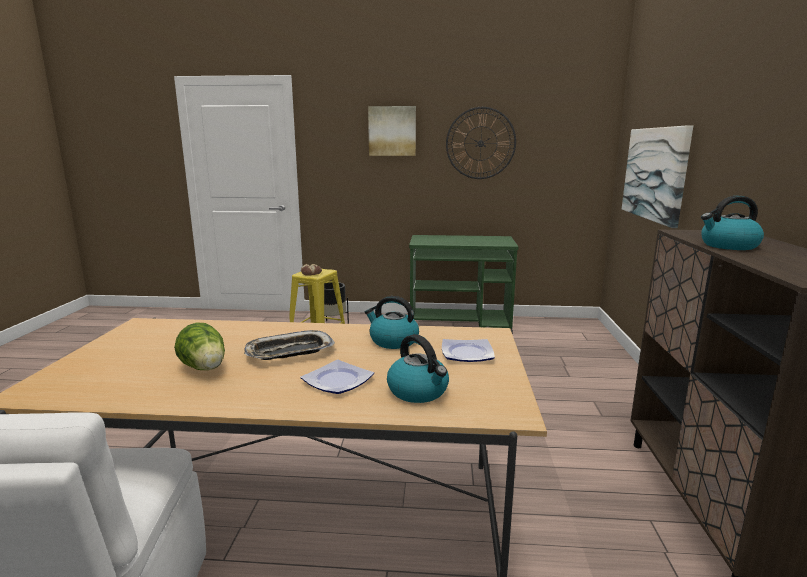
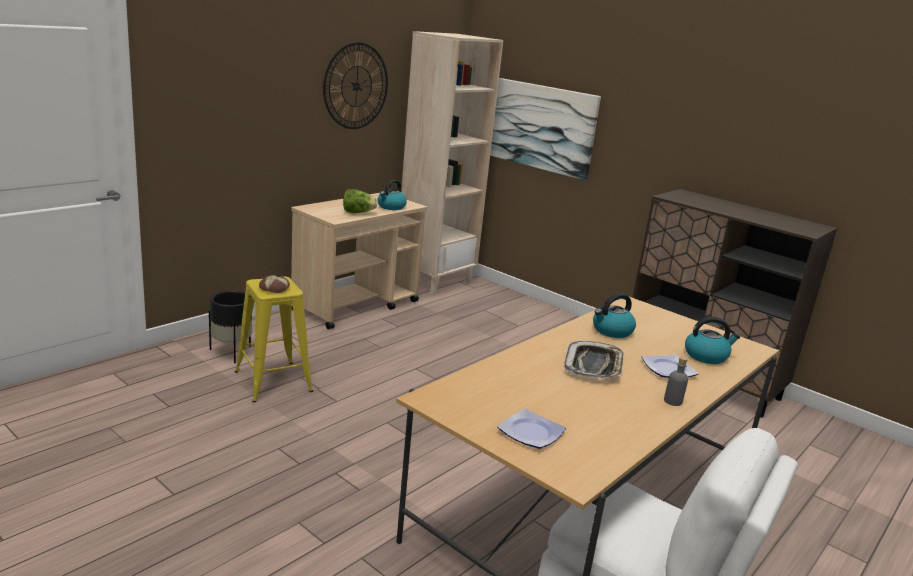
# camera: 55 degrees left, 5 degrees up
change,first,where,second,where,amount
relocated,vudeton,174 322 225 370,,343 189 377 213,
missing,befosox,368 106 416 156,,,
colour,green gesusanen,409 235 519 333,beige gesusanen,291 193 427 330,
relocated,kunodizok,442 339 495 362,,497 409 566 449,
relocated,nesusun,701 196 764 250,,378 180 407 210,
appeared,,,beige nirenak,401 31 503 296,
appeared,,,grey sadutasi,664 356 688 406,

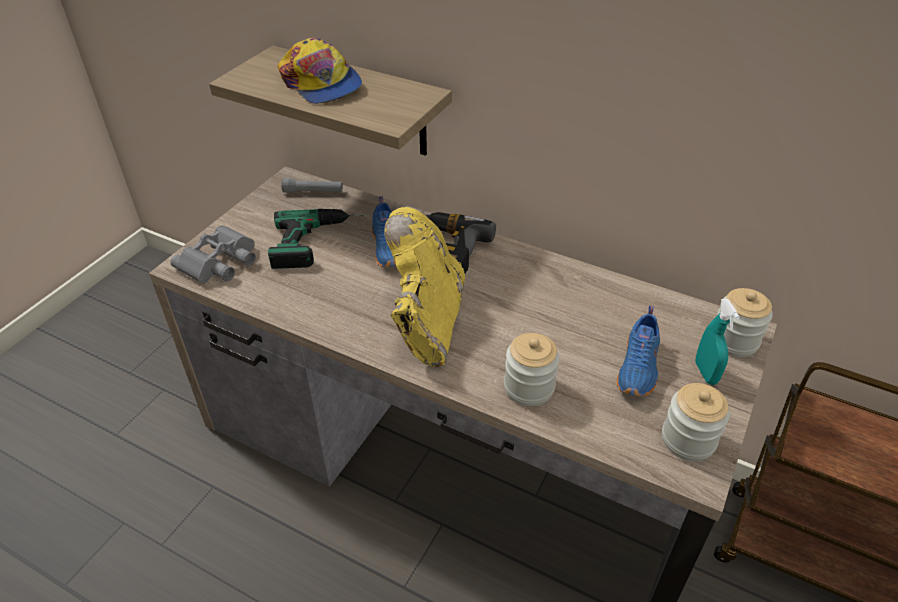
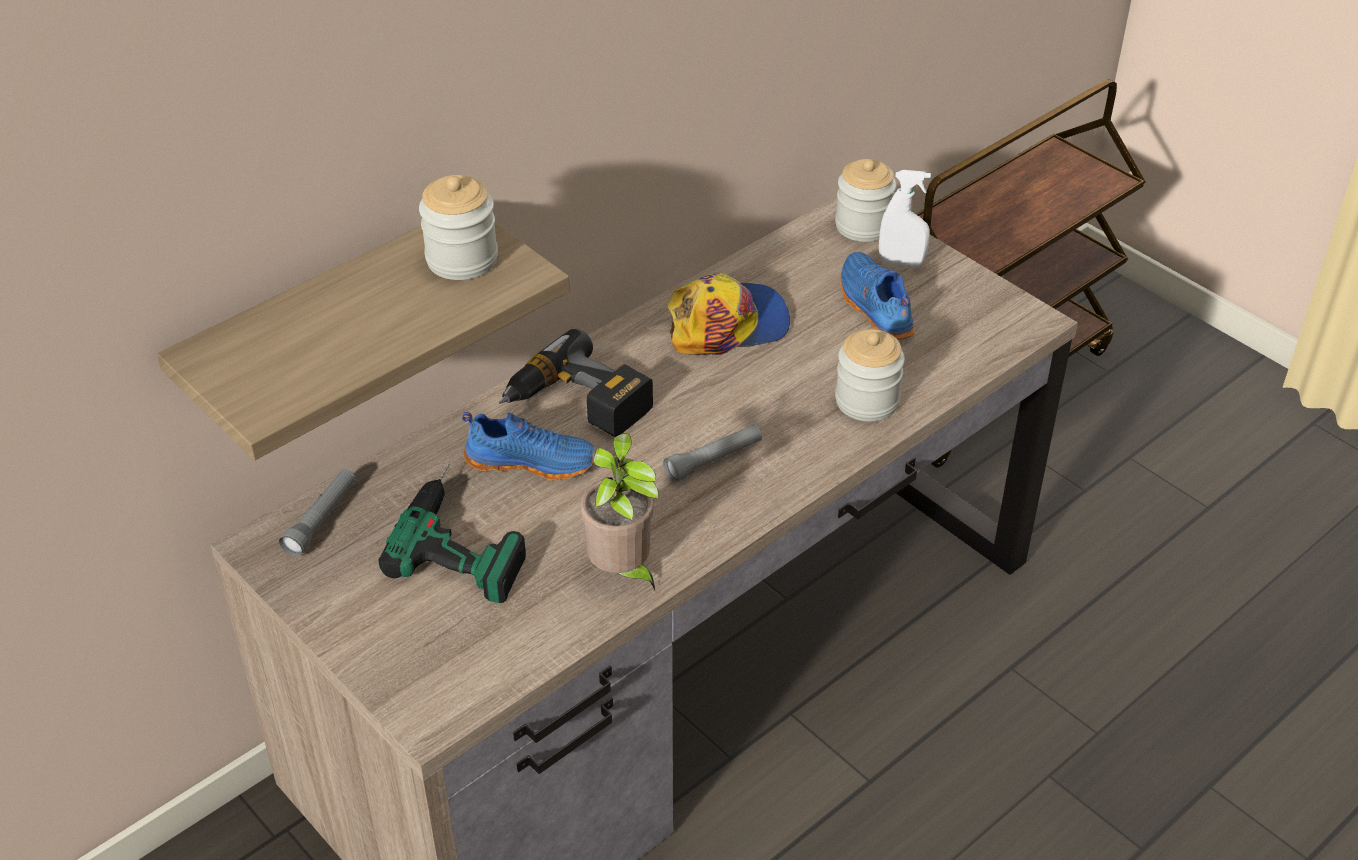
# camera: 70 degrees left, 0 degrees up
change,first,where,second,where,amount
missing,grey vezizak,170 225 256 284,,,
relocated,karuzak,278 38 362 104,,667 273 790 355,
exchanged,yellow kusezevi,384 207 465 367,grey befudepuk,663 424 762 482,
spun,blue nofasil,617 306 660 396,,840 252 915 340,150 degrees counterclockwise
relocated,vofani,662 383 730 461,,419 175 498 280,
colour,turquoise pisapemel,695 299 740 385,white pisapemel,879 170 931 268,
appeared,,,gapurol,580 434 659 590,

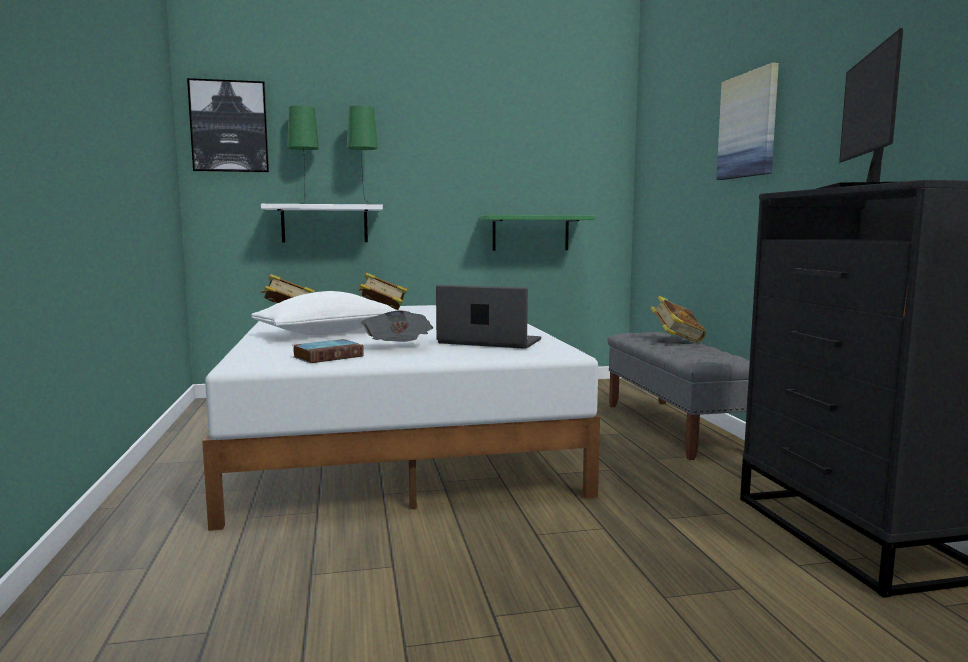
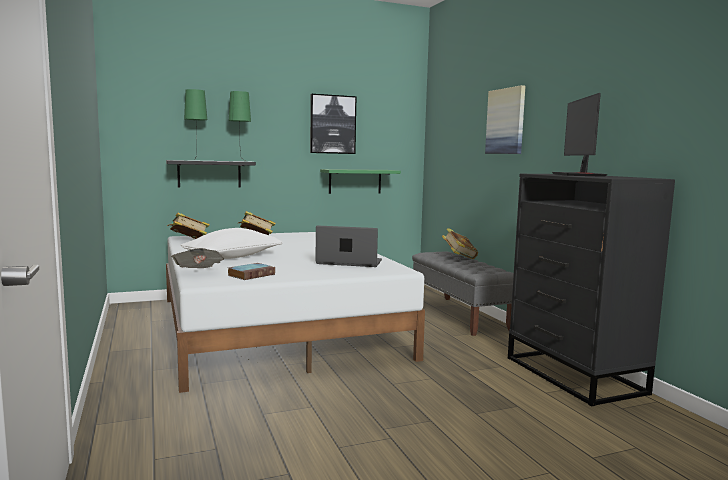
# camera: 10 degrees left, 0 degrees up
change,first,where,second,where,amount
relocated,befosox,187 78 269 173,,310 94 356 154,
colour,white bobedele,261 204 383 243,black bobedele,166 160 256 188,
relocated,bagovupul,361 310 433 342,,171 248 224 268,

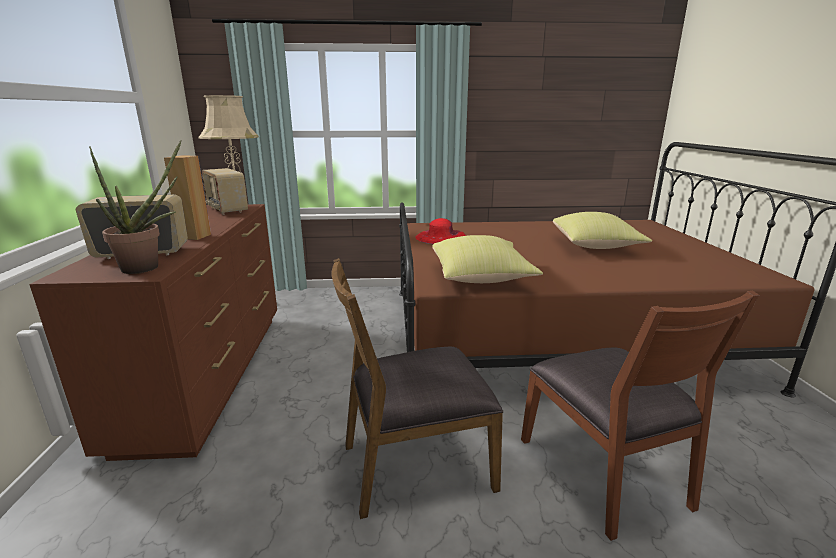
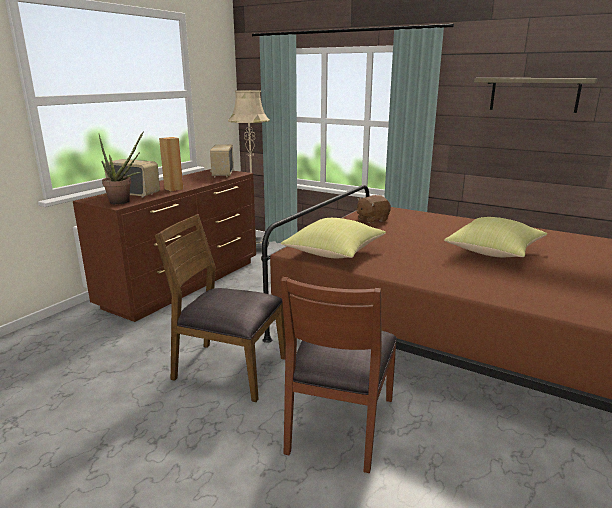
# camera: 35 degrees right, 0 degrees up
change,first,where,second,where,amount
exchanged,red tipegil,416 218 466 244,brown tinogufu,356 195 391 223,
appeared,,,bobedele,474 78 598 113,

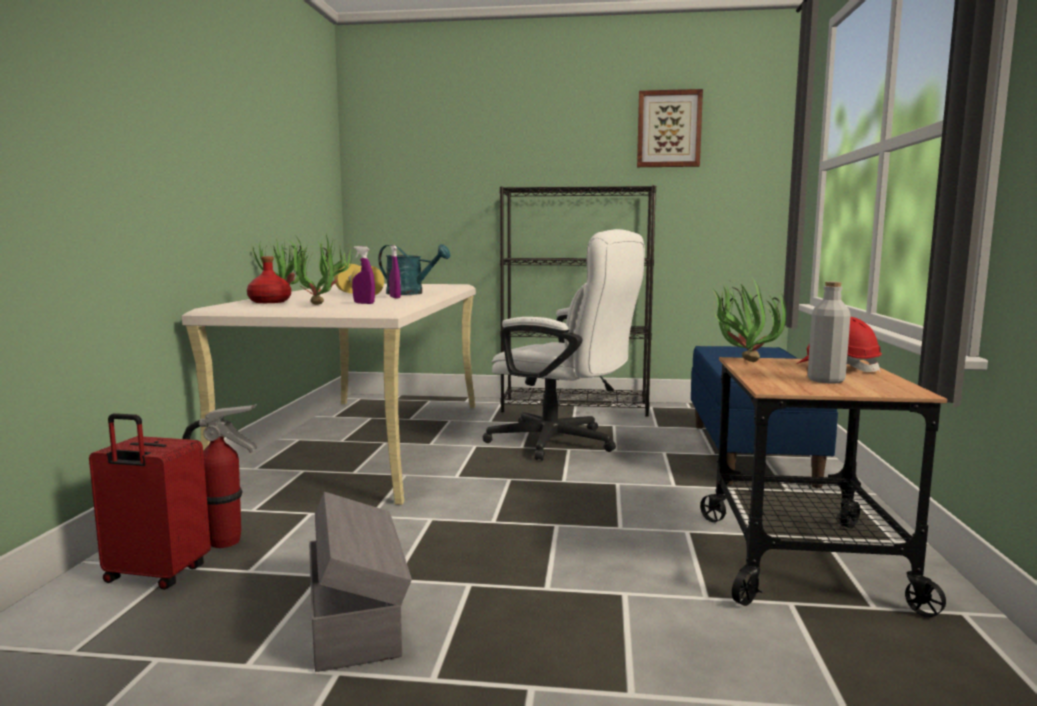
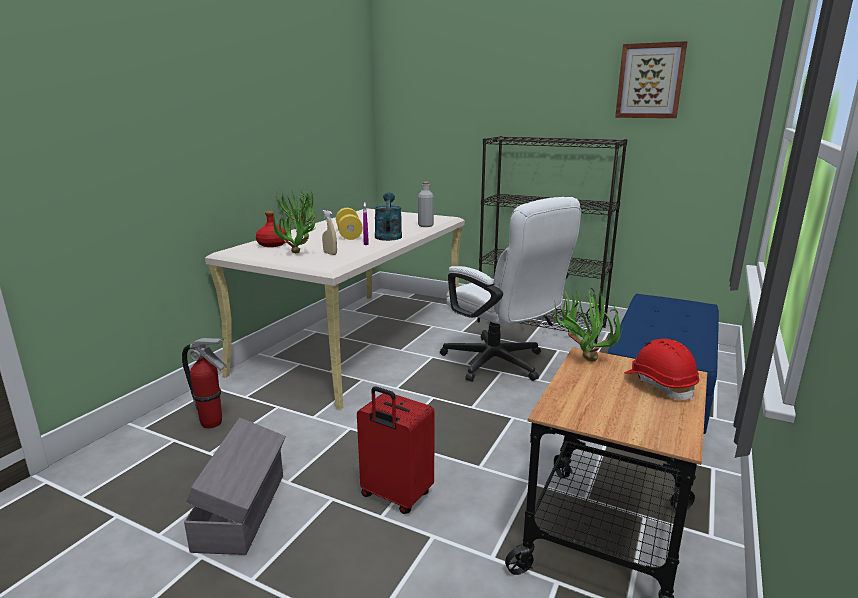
# camera: 20 degrees right, 10 degrees up
change,first,where,second,where,amount
relocated,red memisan,89 413 211 590,,357 386 435 514,
colour,purple pisapemel,352 246 375 304,beige pisapemel,322 210 337 255,
spun,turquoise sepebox,378 244 451 295,,375 193 402 241,135 degrees counterclockwise
relocated,grey sadutasi,808 282 851 383,,418 182 434 227,

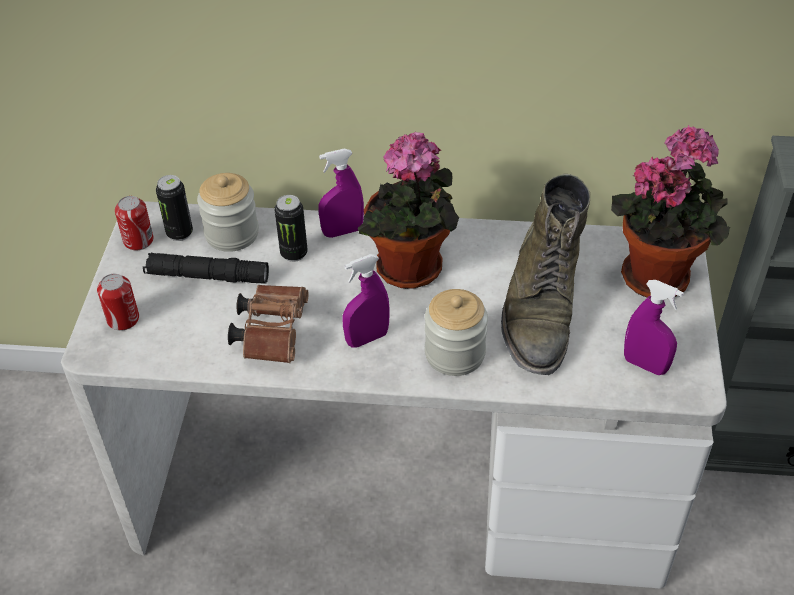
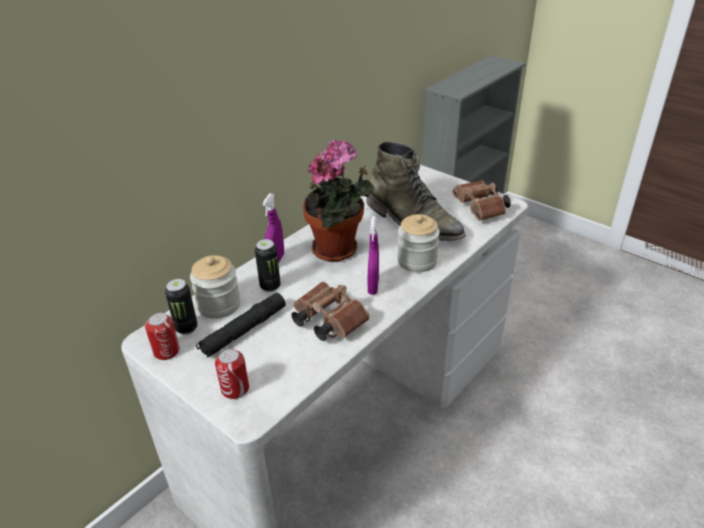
# camera: 55 degrees left, 10 degrees down
change,first,where,second,where,amount
missing,gapurol,611 125 730 299,,,
exchanged,purple pisapemel,624 280 684 375,brown vezizak,452 180 511 221,

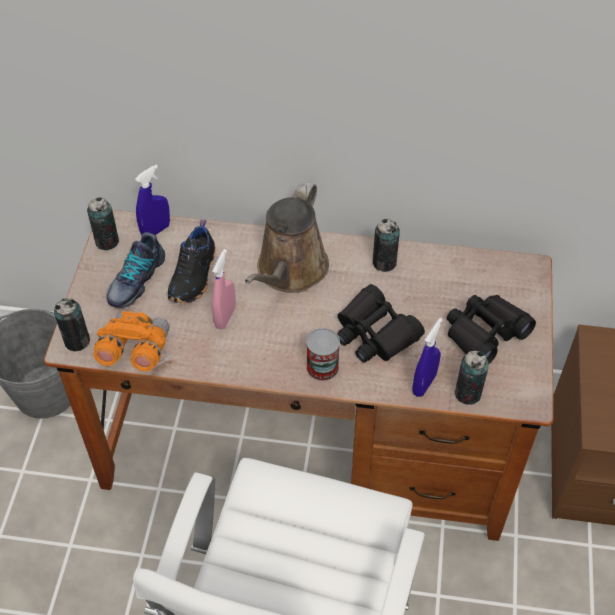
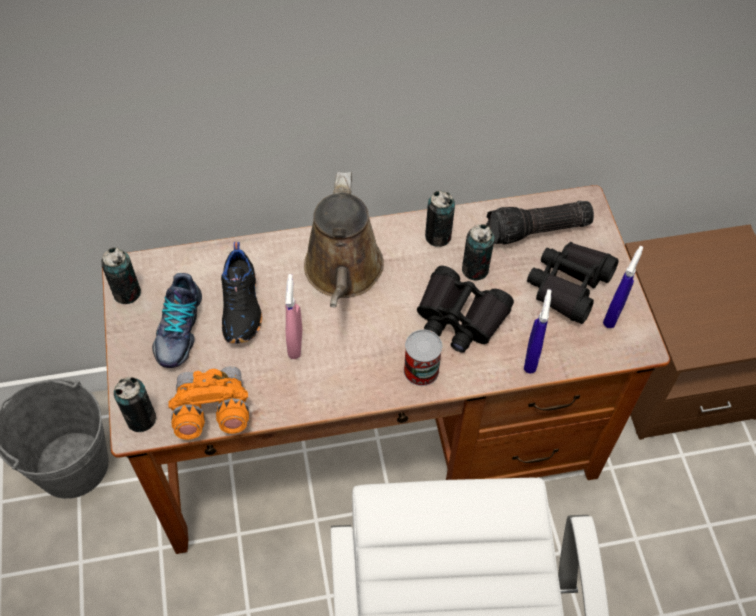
# camera: 20 degrees left, 5 degrees up
change,first,where,second,where,amount
relocated,blue pisapemel,135 164 170 235,,603 246 644 328,
relocated,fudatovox,454 351 489 405,,462 224 494 281,
appeared,,,befudepuk,486 201 594 245,

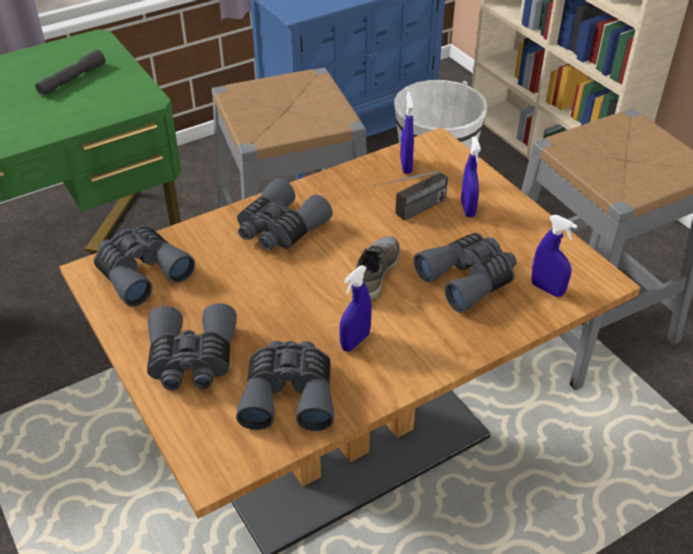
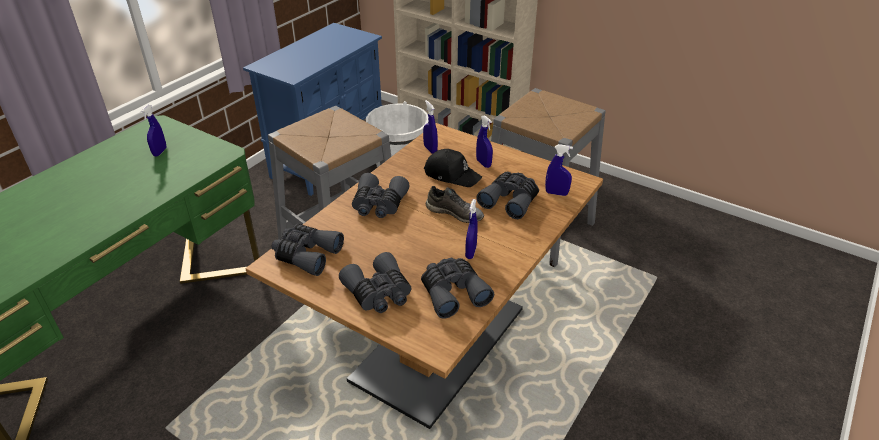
# camera: 25 degrees left, 5 degrees down
change,first,where,second,where,amount
exchanged,grey befudepuk,35 49 106 96,blue pisapemel,141 105 167 156,
spun,grey nofasil,352 236 400 301,,426 186 484 223,120 degrees clockwise
exchanged,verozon,373 171 448 221,black karuzak,424 149 482 187,

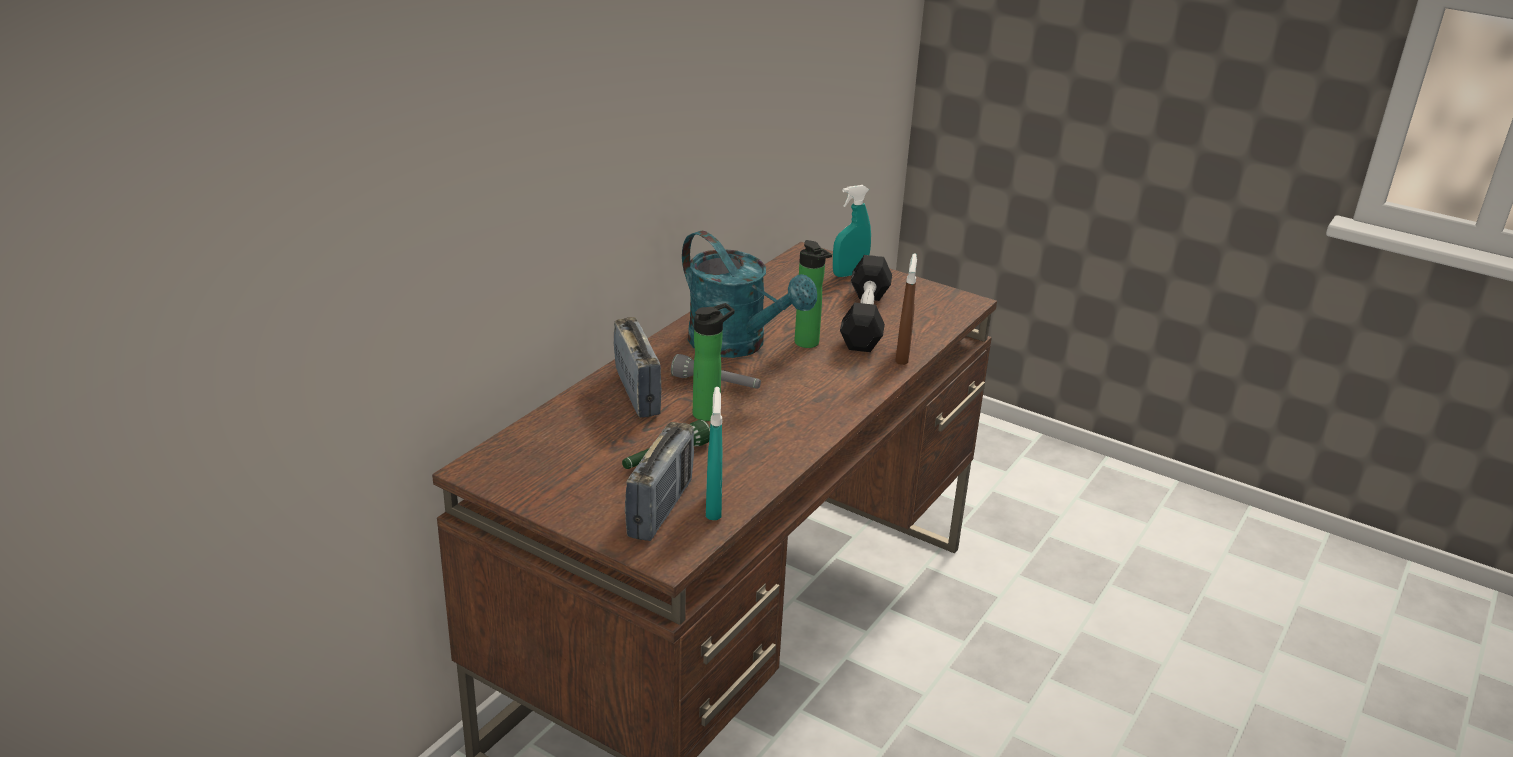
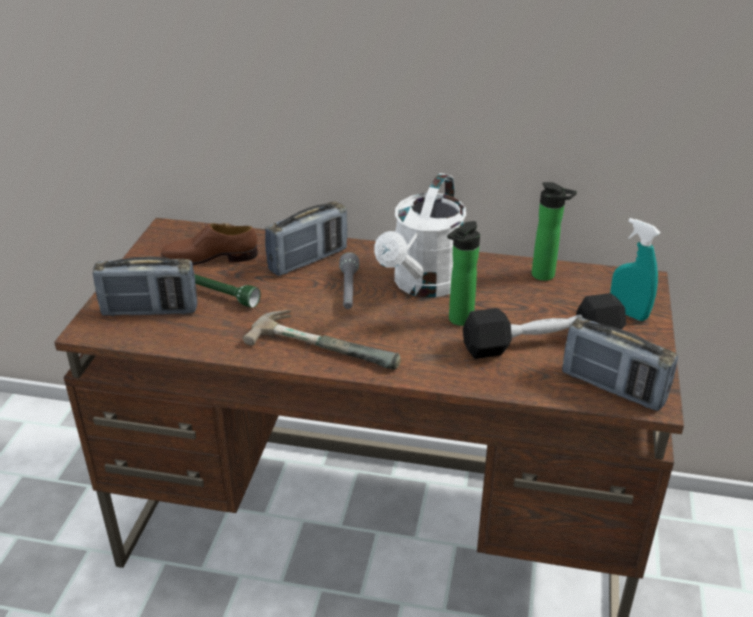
# camera: 70 degrees right, 5 degrees up
change,first,where,second,where,amount
colour,turquoise sepebox,682 231 817 358,white sepebox,374 173 466 298,
relocated,sadutasi,693 303 735 421,,532 182 577 281,
missing,turquoise pisapemel,706 387 722 520,,,
missing,brown pisapemel,895 253 917 365,,,
appeared,,,brown nofasil,161 223 258 265,
appeared,,,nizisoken,243 310 401 370,
appeared,,,verozon,562 317 678 411,

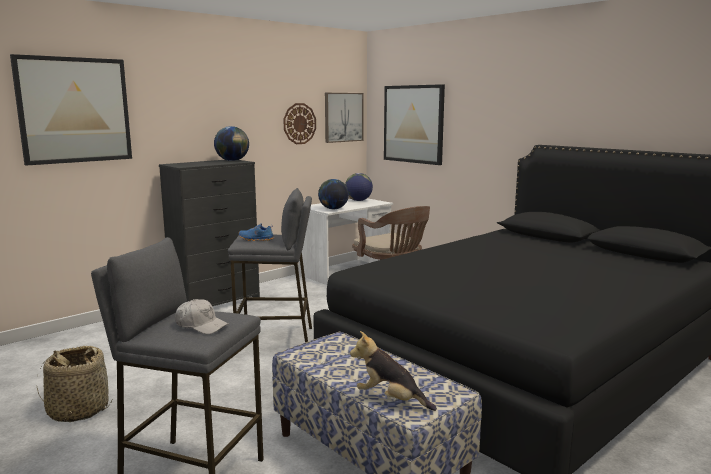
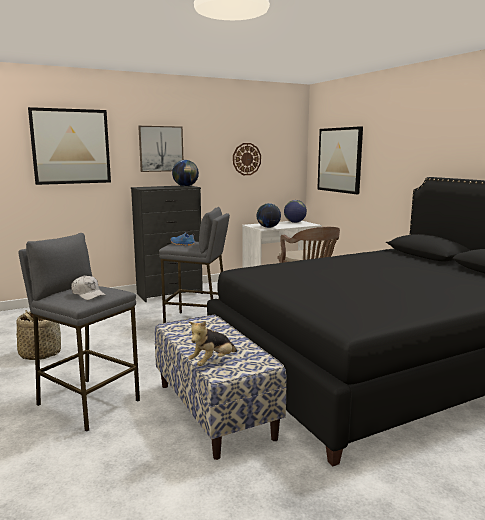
# camera: 15 degrees right, 0 degrees up
change,first,where,second,where,amount
relocated,befosox,325 93 364 143,,138 126 183 172,
spun,tinogufu,350 331 437 411,,188 321 237 366,90 degrees counterclockwise

